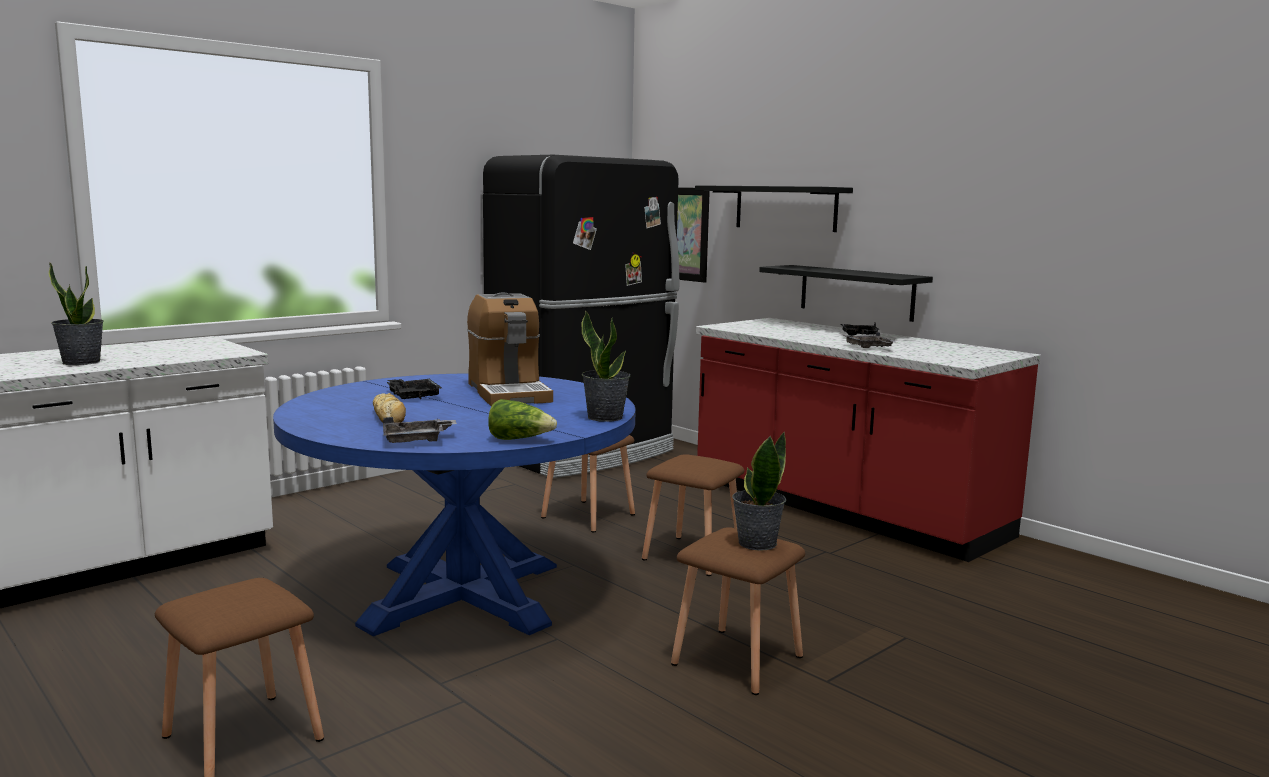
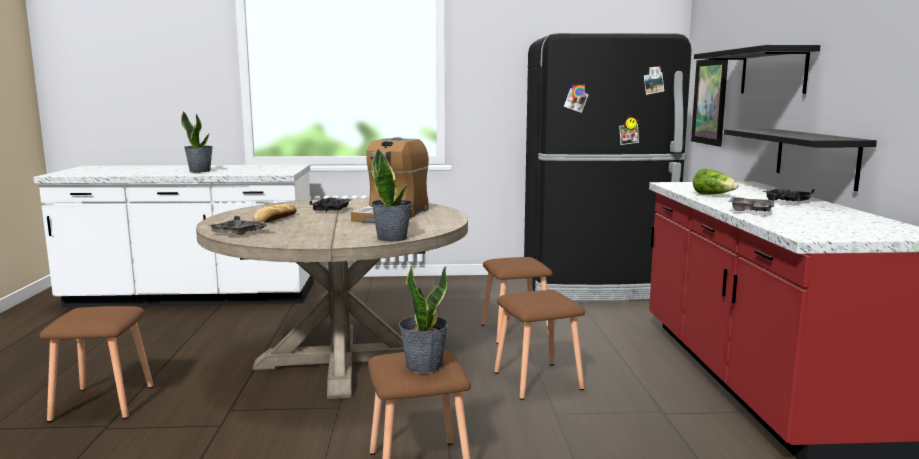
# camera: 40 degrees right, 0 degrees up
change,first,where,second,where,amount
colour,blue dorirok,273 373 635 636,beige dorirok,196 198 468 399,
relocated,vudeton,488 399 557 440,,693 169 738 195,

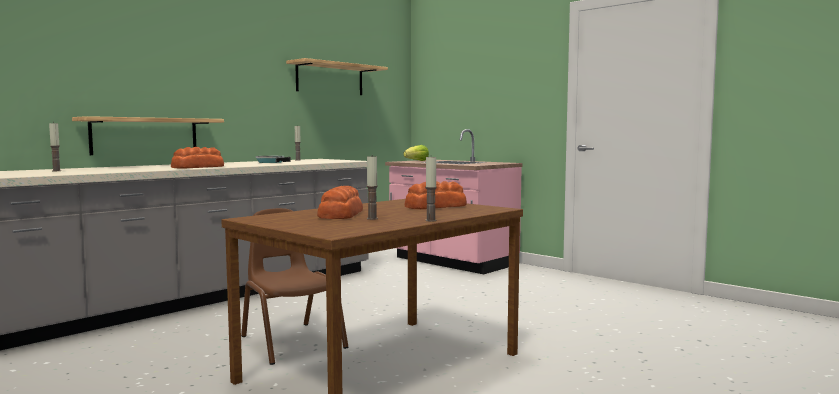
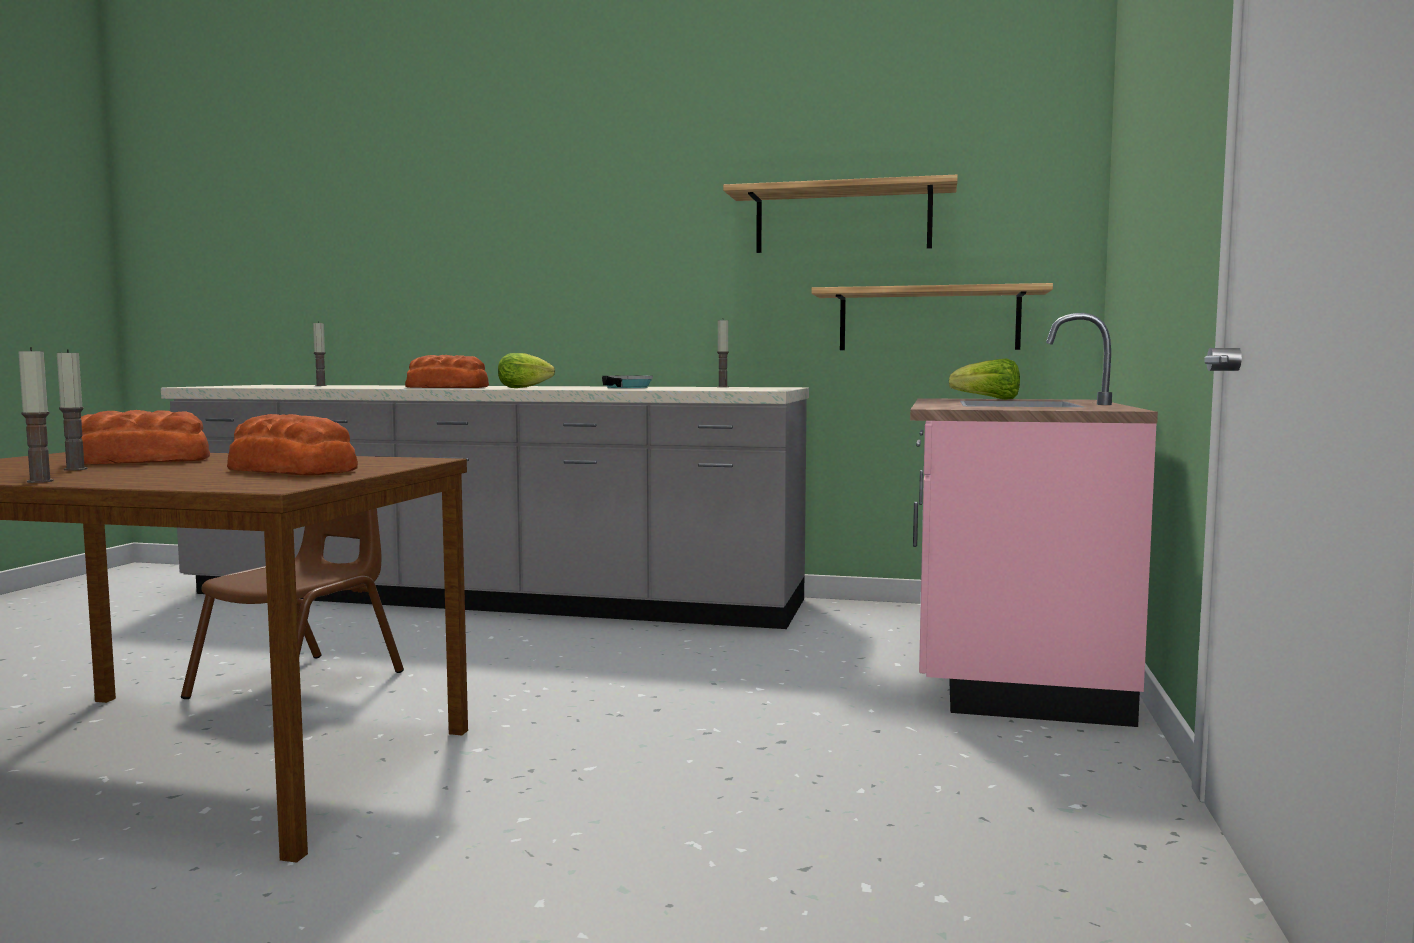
# camera: 60 degrees right, 0 degrees up
change,first,where,second,where,amount
relocated,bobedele,72 116 224 155,,811 283 1053 350,
appeared,,,vudeton,498 353 555 388,

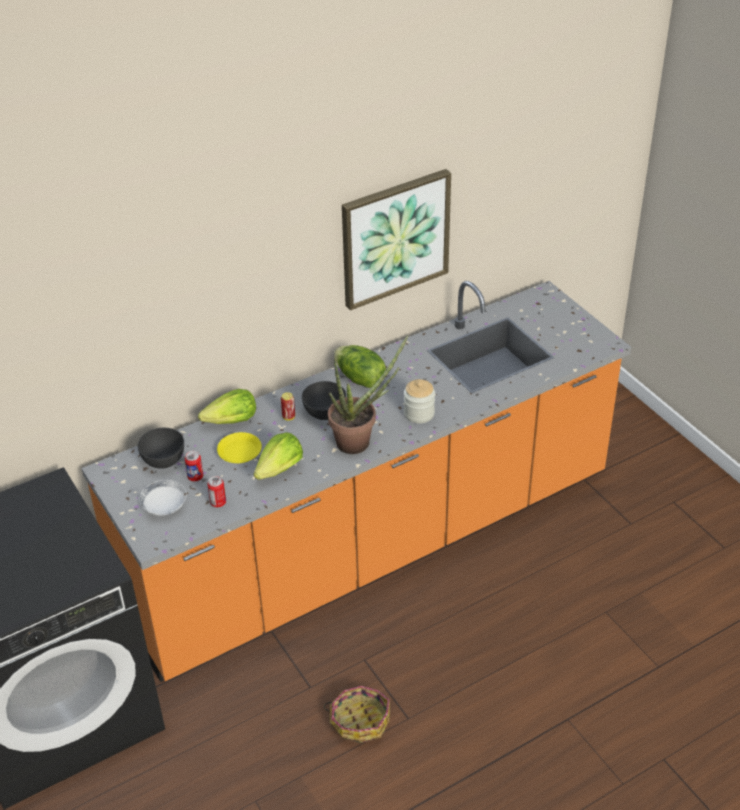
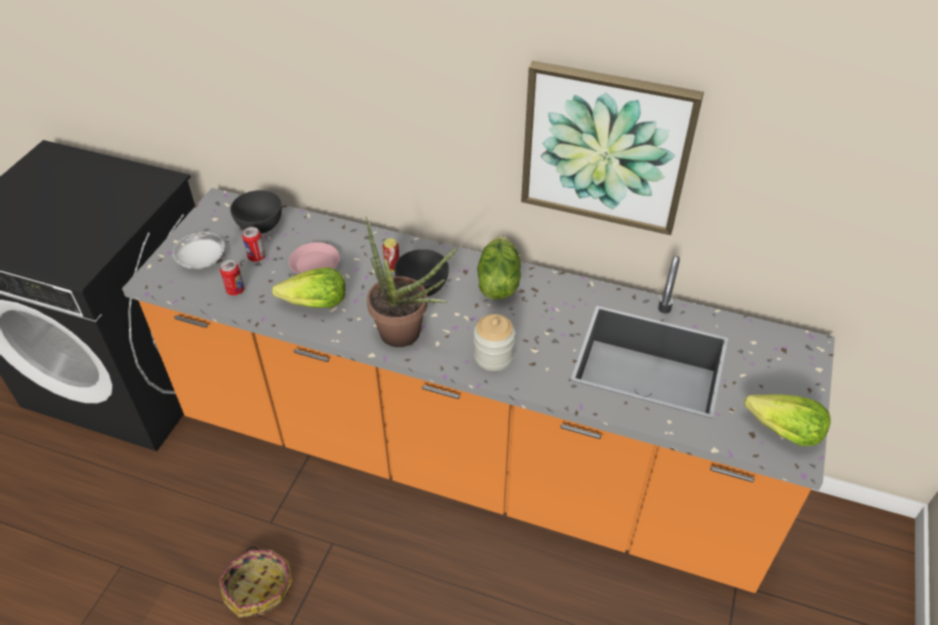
# camera: 50 degrees right, 5 degrees up
change,first,where,second,where,amount
relocated,vudeton,198 389 256 424,,744 394 831 446,
colour,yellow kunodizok,217 432 262 463,pink kunodizok,289 242 340 274,

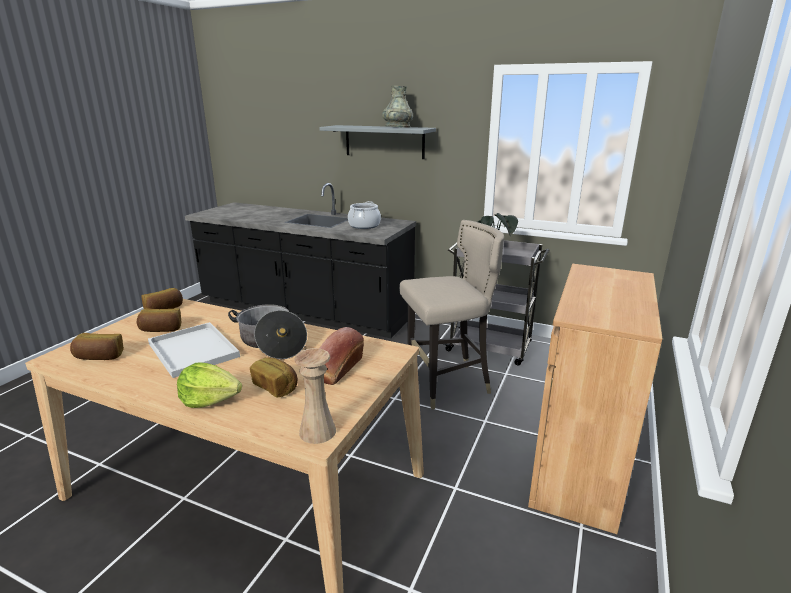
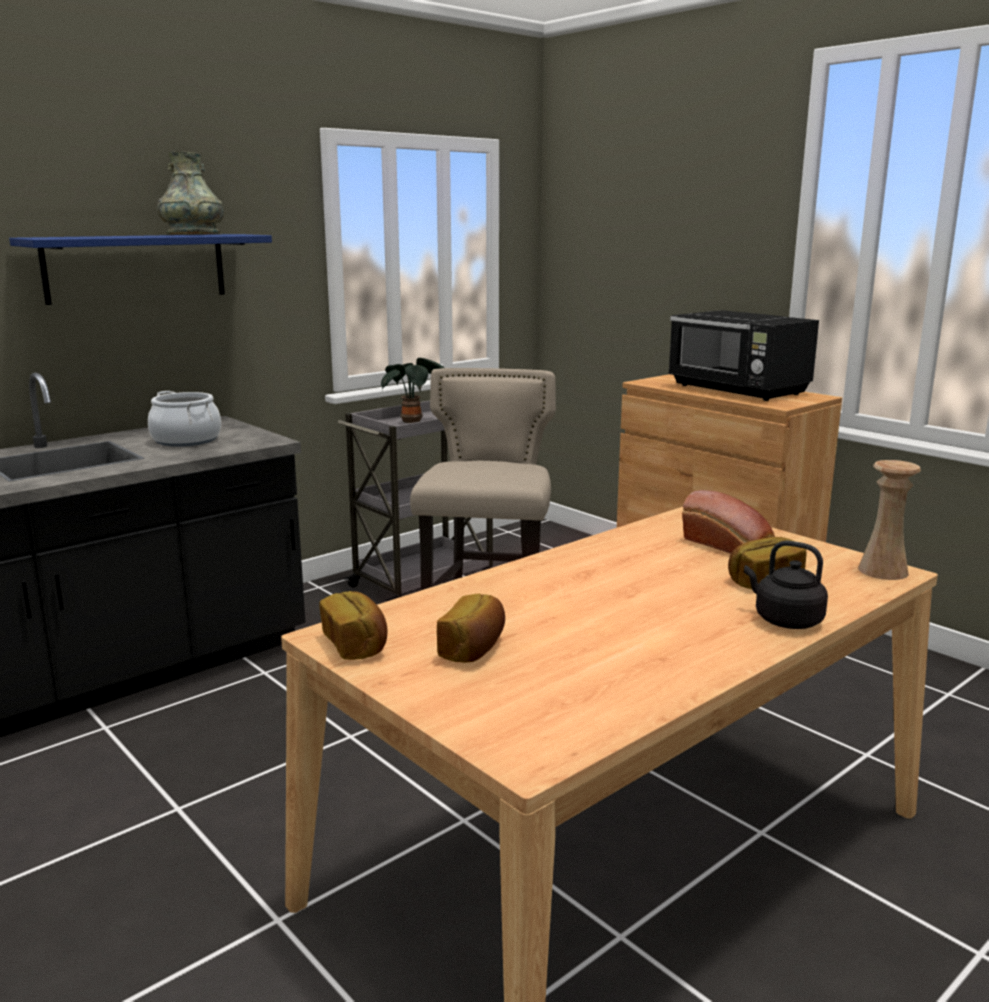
# camera: 65 degrees left, 5 degrees down
change,first,where,second,where,amount
missing,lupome,70 333 124 360,,,
missing,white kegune,148 322 240 378,,,
exchanged,vudeton,177 363 242 408,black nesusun,744 541 828 629,
missing,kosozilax,228 304 307 359,,,
colour,grey bobedele,319 125 436 159,blue bobedele,9 234 272 305,
appeared,,,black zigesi,668 310 819 401,

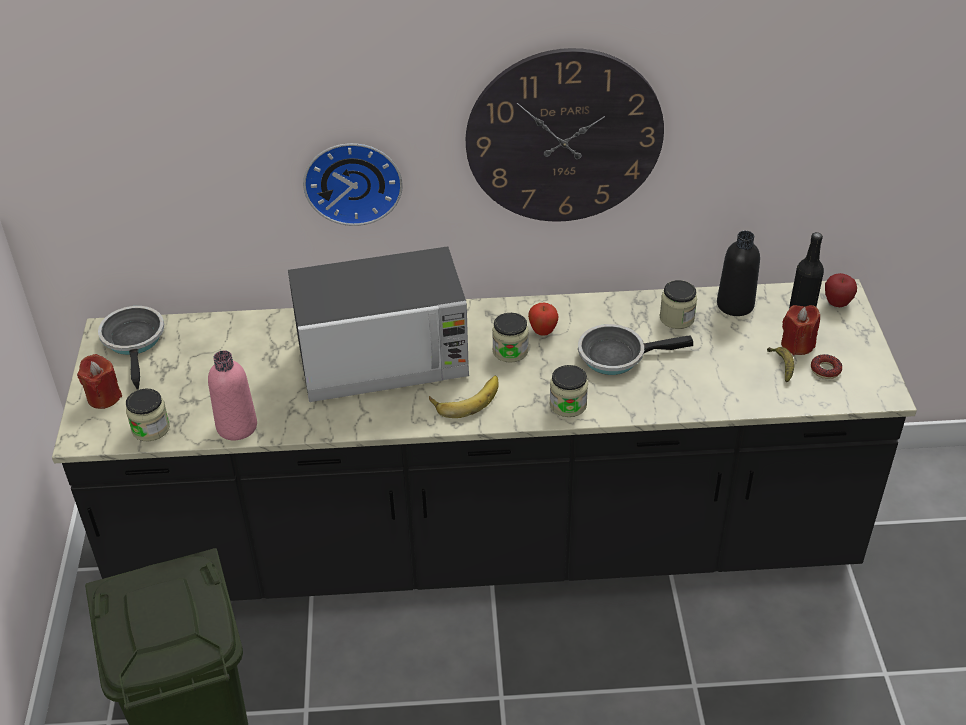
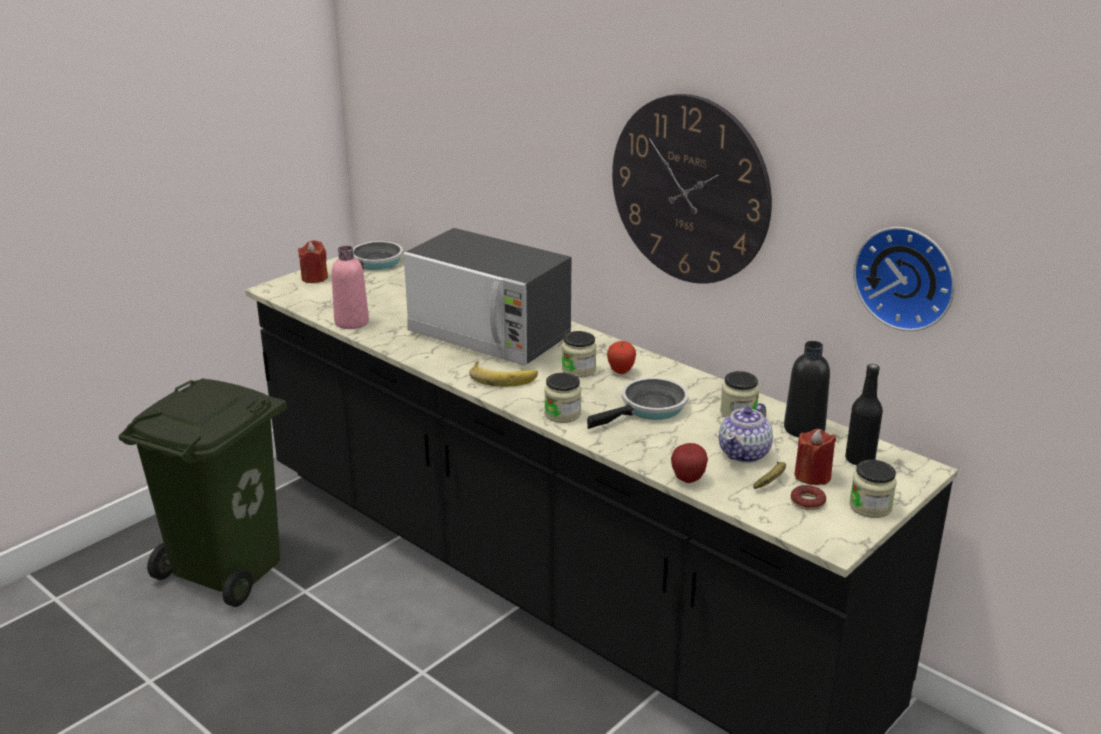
# camera: 45 degrees right, 15 degrees down
change,first,where,second,where,amount
relocated,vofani,126 389 170 441,,849 460 897 518,
relocated,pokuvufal,303 143 403 226,,853 227 955 331,
spun,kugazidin,578 324 693 375,,587 377 689 429,105 degrees clockwise
relocated,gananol,825 273 857 307,,671 443 708 483,
appeared,,,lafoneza,719 403 773 463,

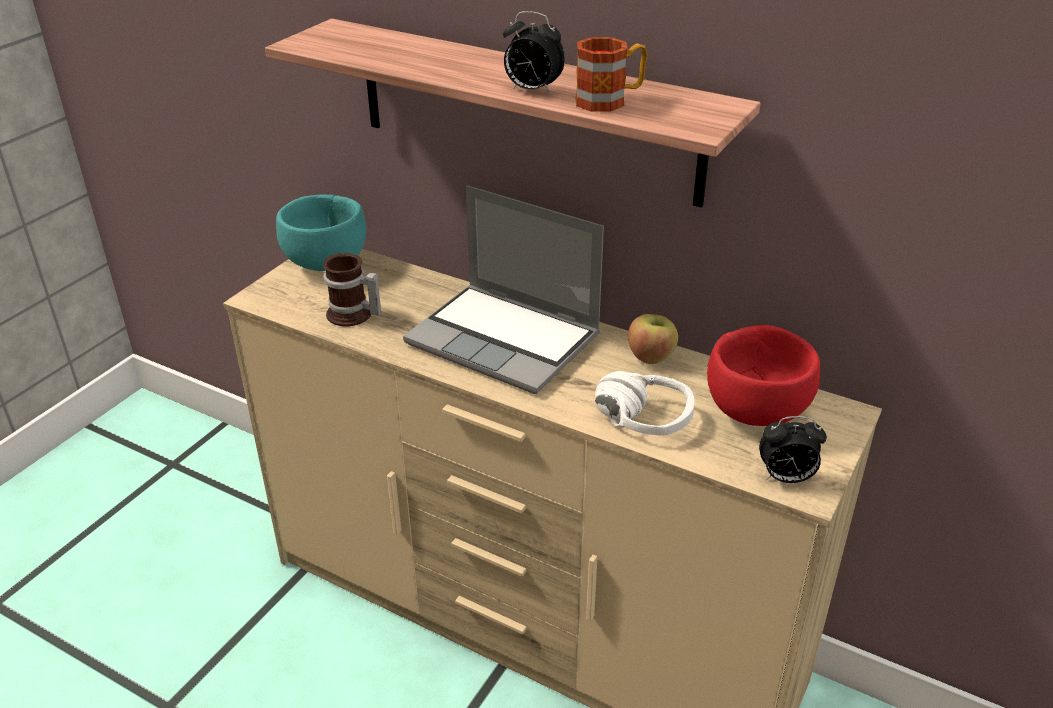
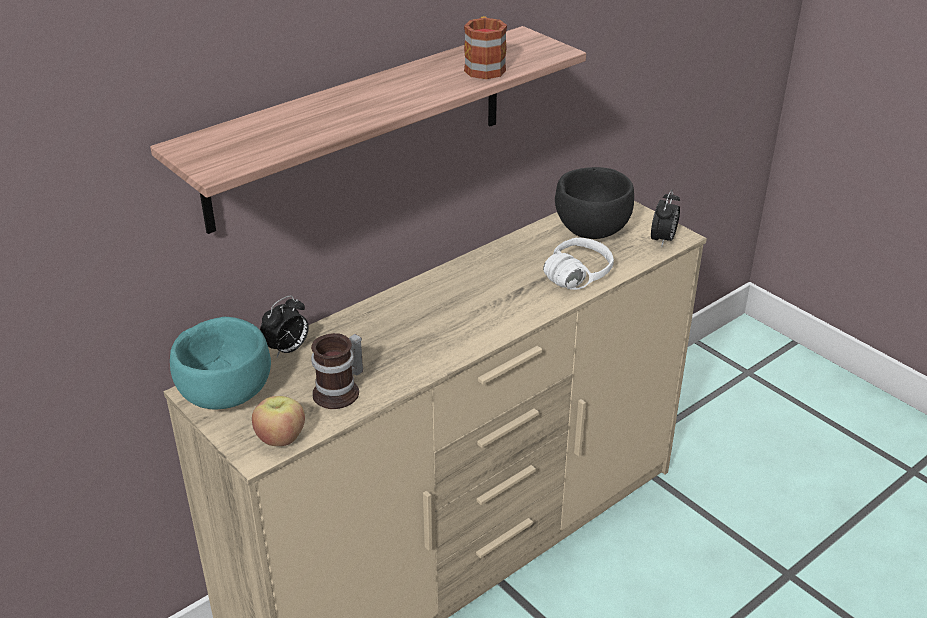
# camera: 70 degrees left, 0 degrees up
change,first,where,second,where,amount
missing,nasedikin,403 185 604 394,,,
relocated,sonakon,503 11 565 94,,260 295 309 358,
relocated,gananol,628 314 678 364,,252 396 305 446,
colour,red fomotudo,707 325 820 426,black fomotudo,555 167 634 239,

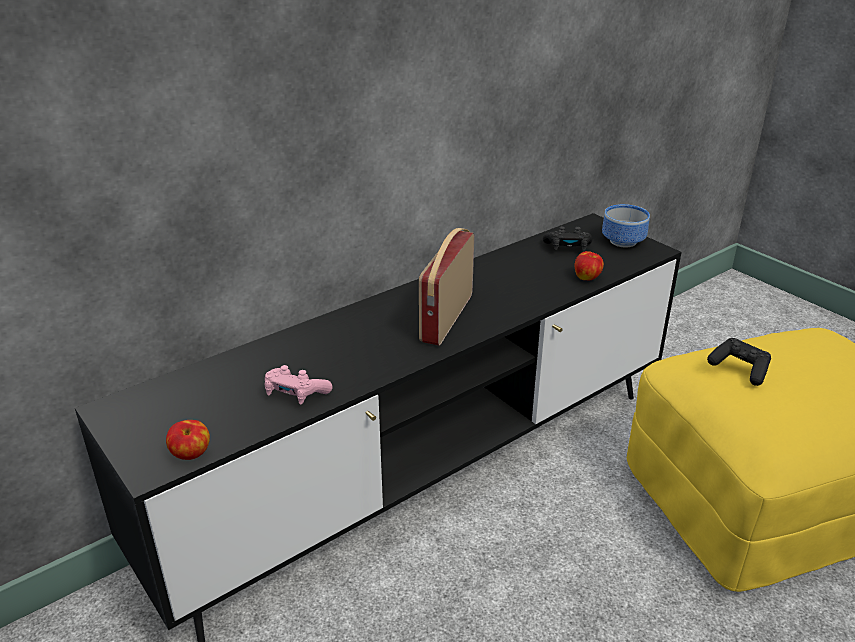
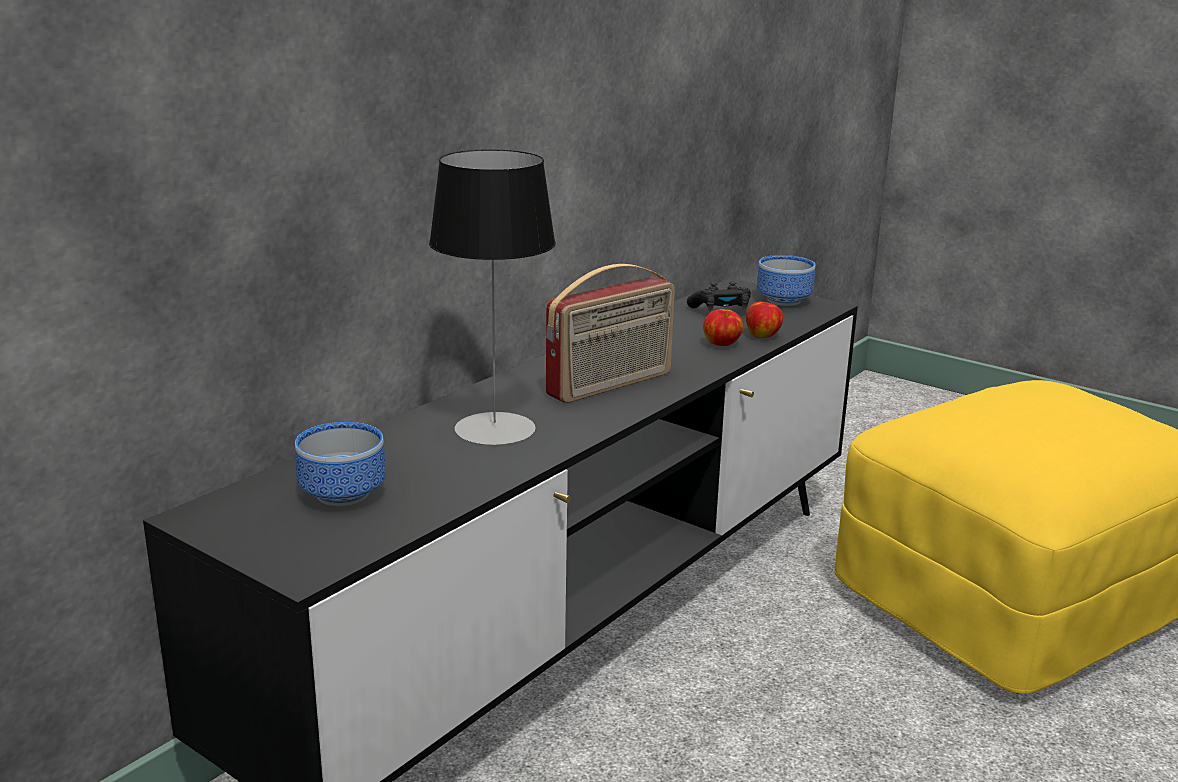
# camera: 15 degrees left, 10 degrees down
change,first,where,second,where,amount
relocated,gananol,166 420 210 460,,703 309 743 346,
missing,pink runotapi,264 365 332 405,,,
spun,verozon,419 228 474 346,,546 264 675 403,135 degrees counterclockwise
missing,black runotapi,707 338 771 386,,,
appeared,,,fomotudo,295 422 386 506,
appeared,,,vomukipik,429 150 556 445,

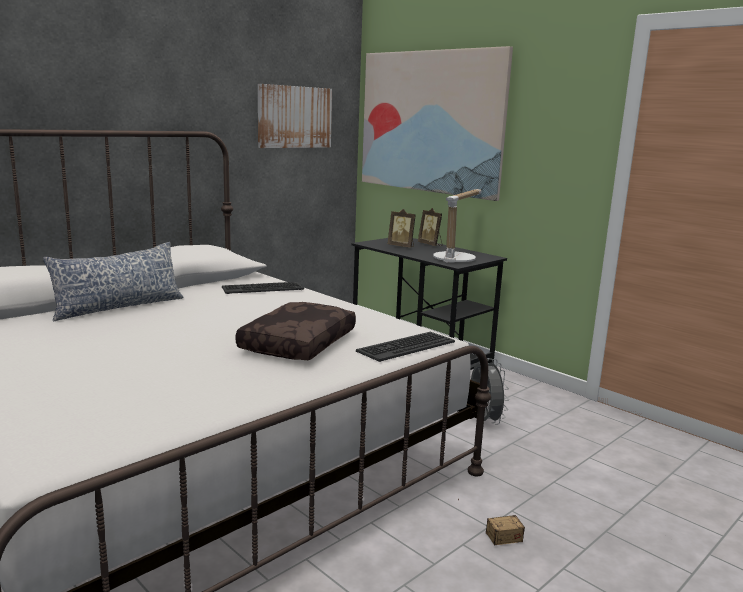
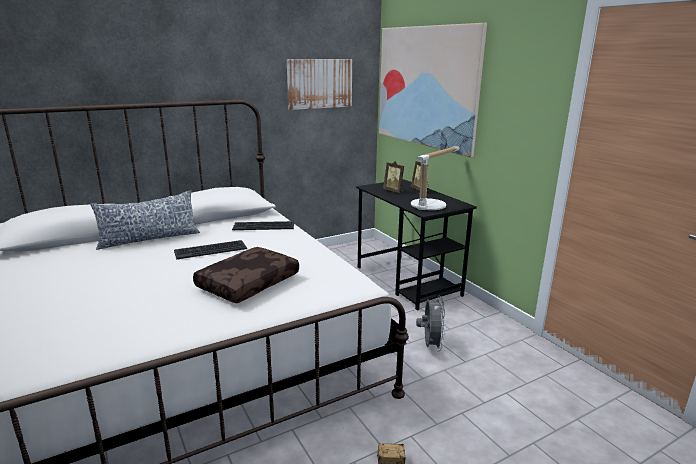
# camera: 15 degrees right, 5 degrees up
change,first,where,second,where,amount
relocated,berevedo,356 332 455 362,,174 240 247 259,

